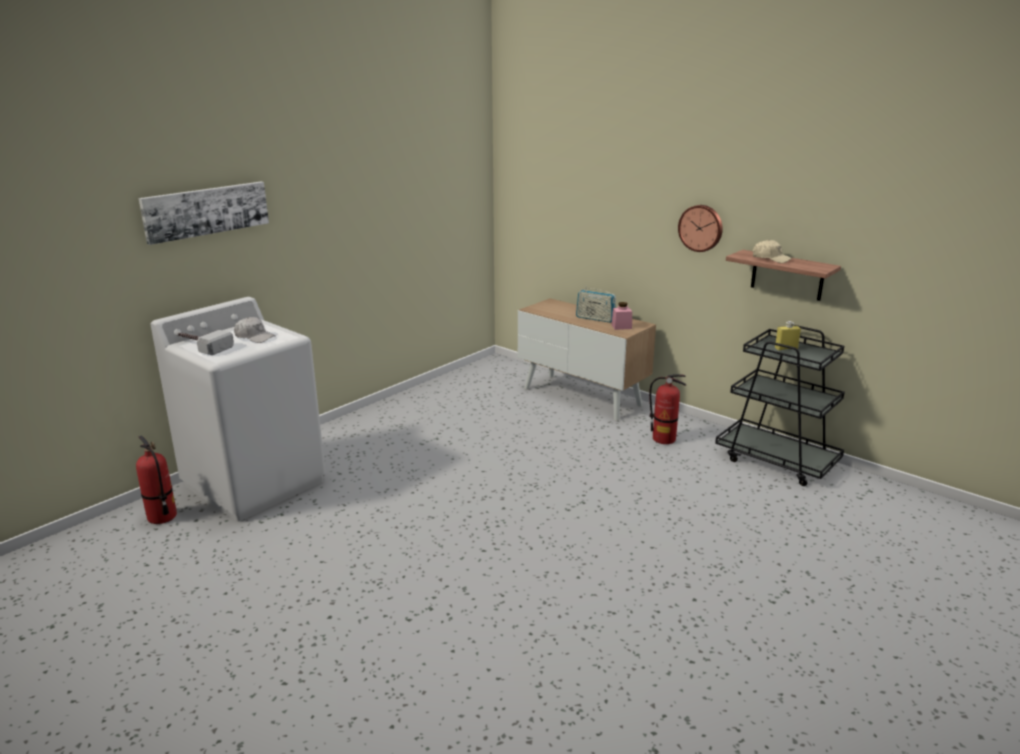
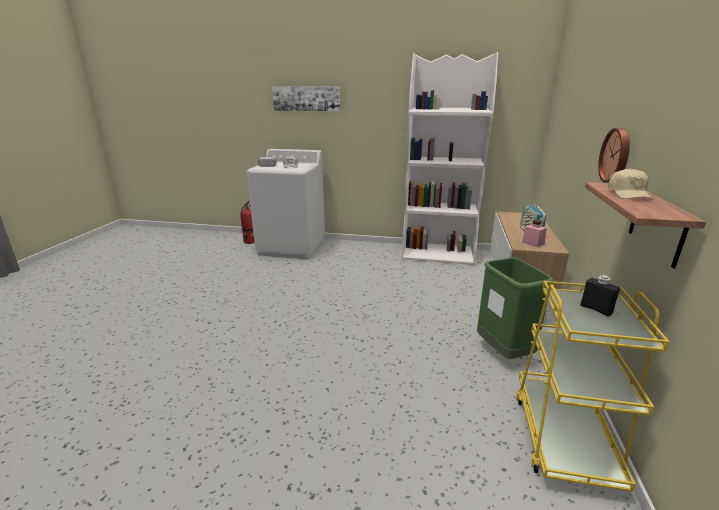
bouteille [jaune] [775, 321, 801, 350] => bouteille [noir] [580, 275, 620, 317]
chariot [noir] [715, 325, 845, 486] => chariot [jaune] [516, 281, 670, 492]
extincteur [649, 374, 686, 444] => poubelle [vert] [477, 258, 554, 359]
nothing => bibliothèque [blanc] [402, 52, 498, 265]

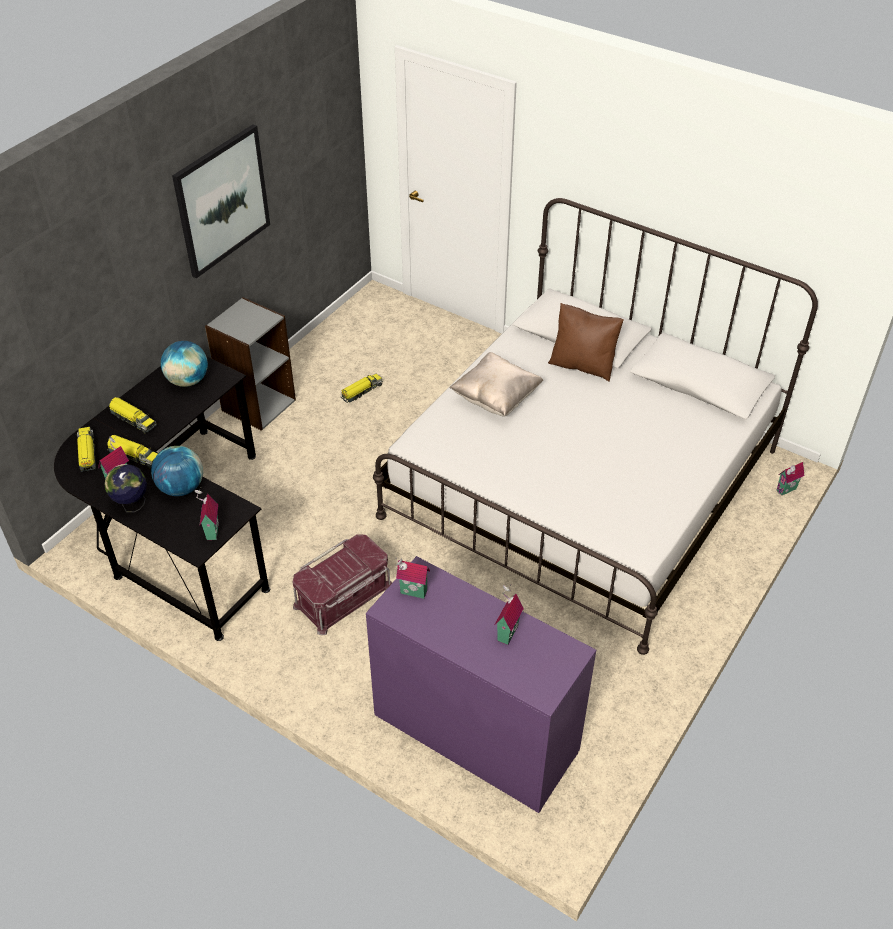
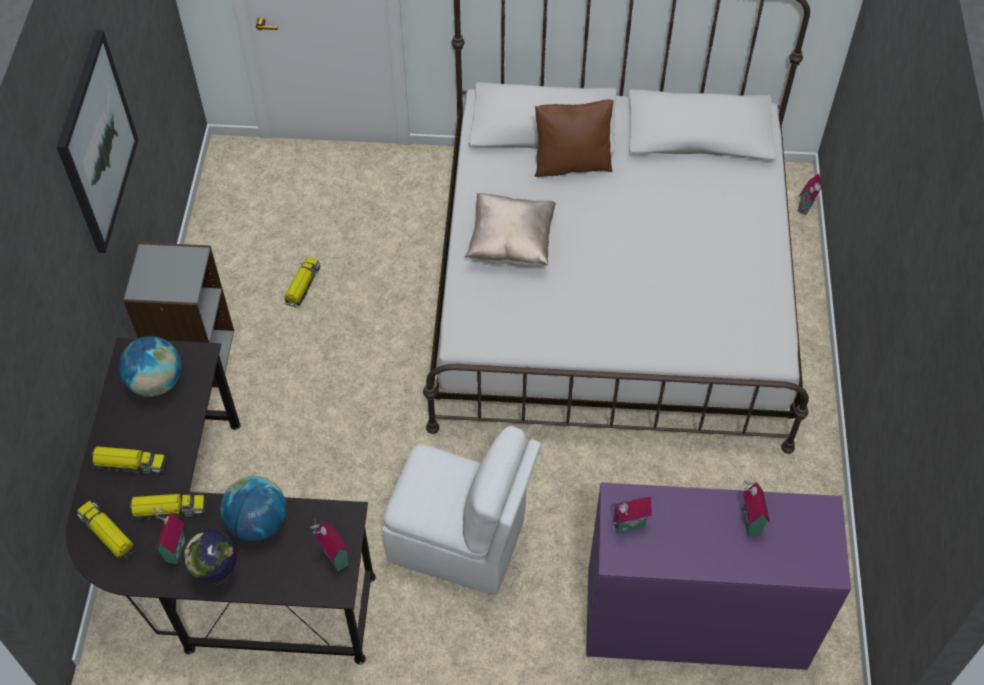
boîte de rangement [rouge] [293, 534, 392, 635] => chaise [blanc] [382, 426, 541, 595]

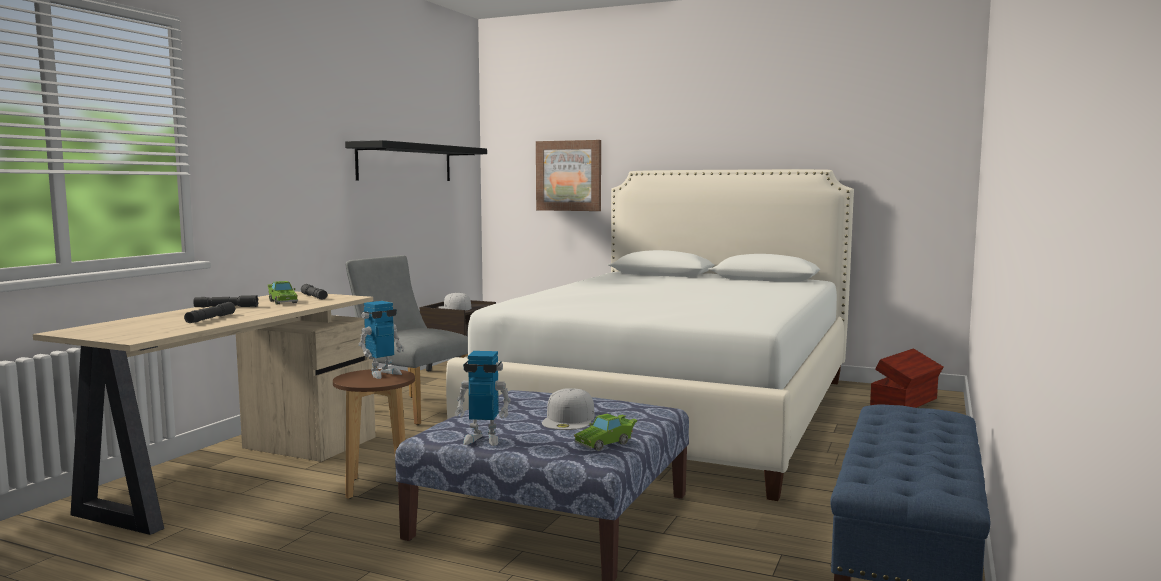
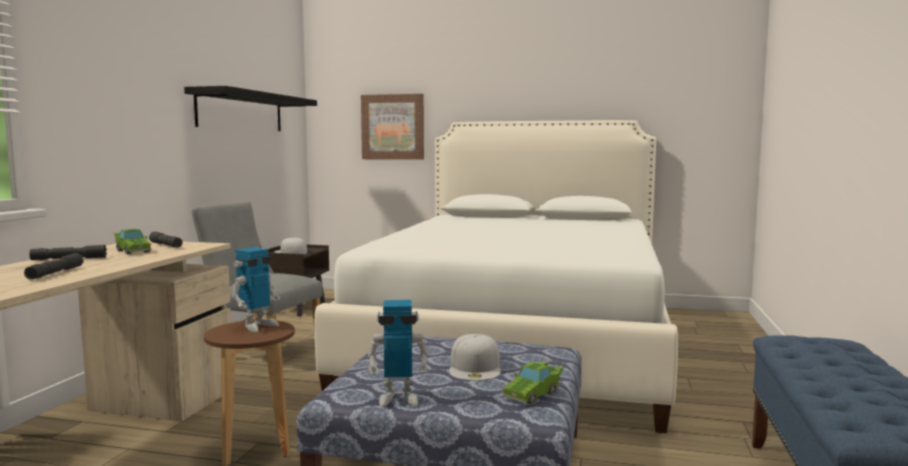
boîte de rangement [marron] [870, 348, 943, 408] => nothing

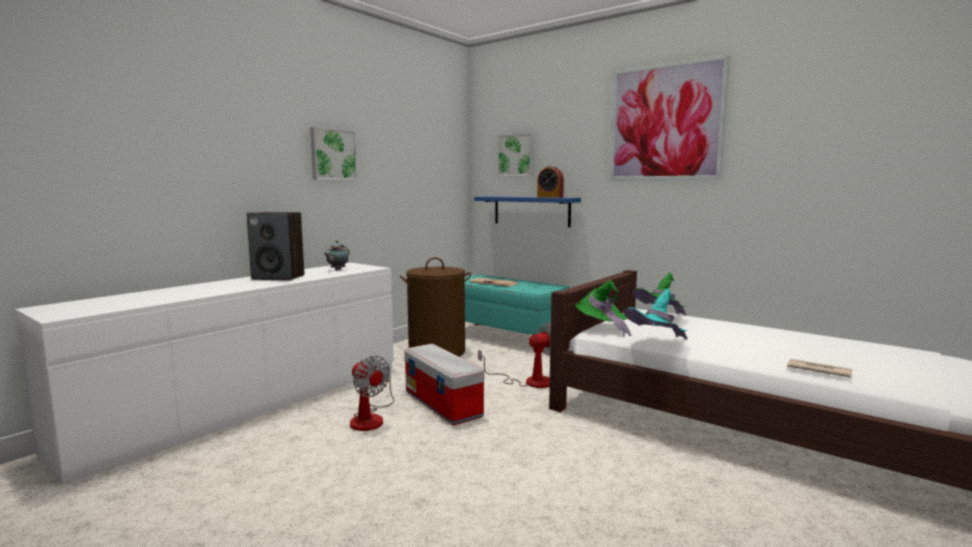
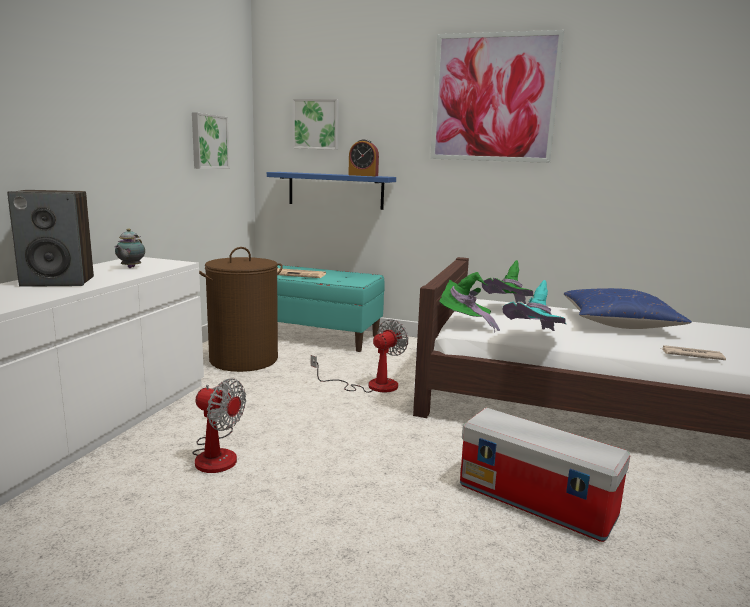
tableau [310, 127, 358, 180] => tableau [192, 112, 229, 169], moved
boîte de rangement [404, 343, 484, 425] => boîte de rangement [460, 408, 630, 542], moved
nothing => coussin [bleu] [564, 288, 692, 329]

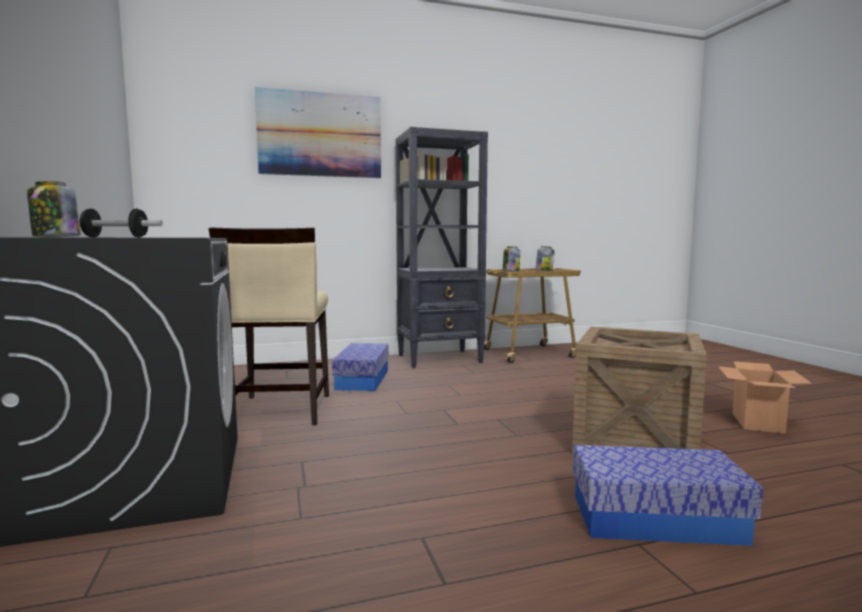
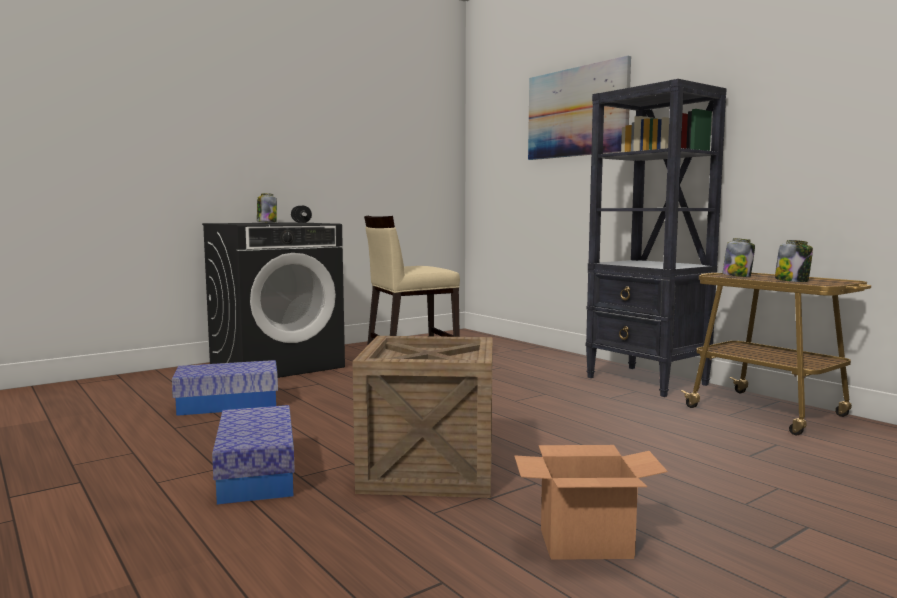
boîte de rangement [332, 343, 389, 391] => boîte de rangement [172, 360, 278, 416], moved

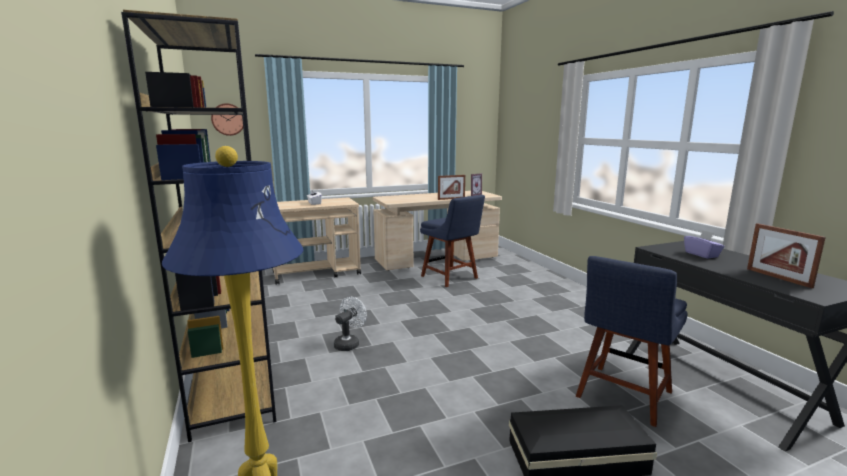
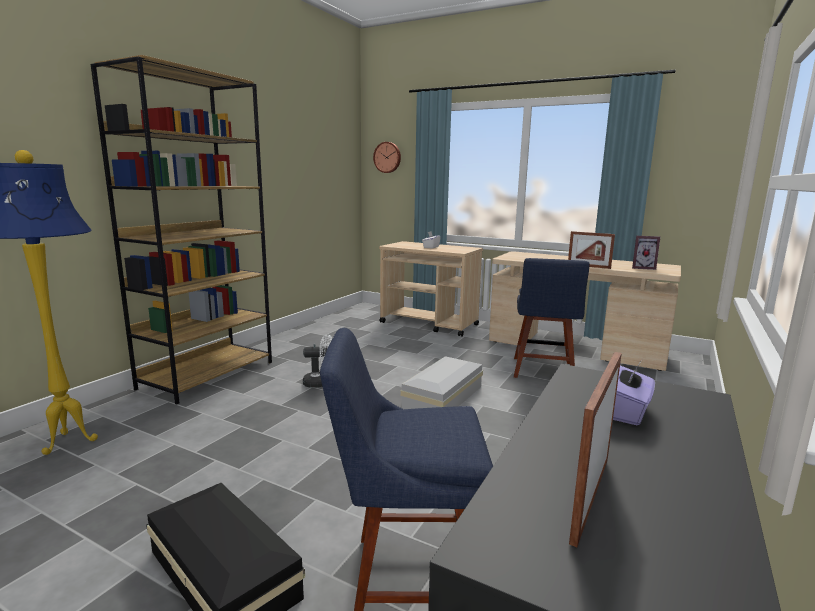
nothing => boîte de rangement [blanc] [400, 356, 483, 409]

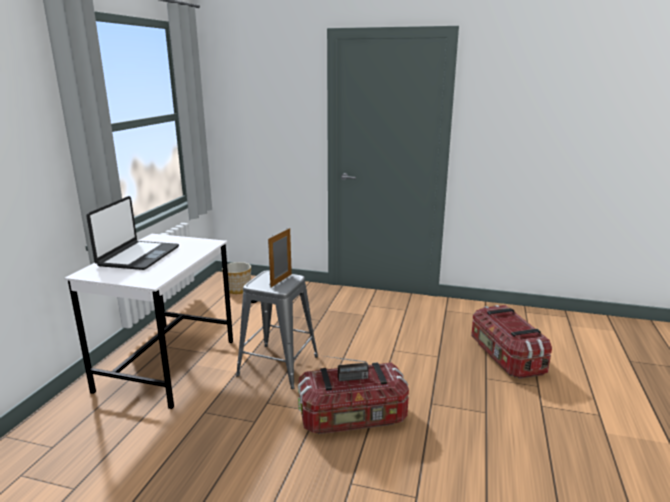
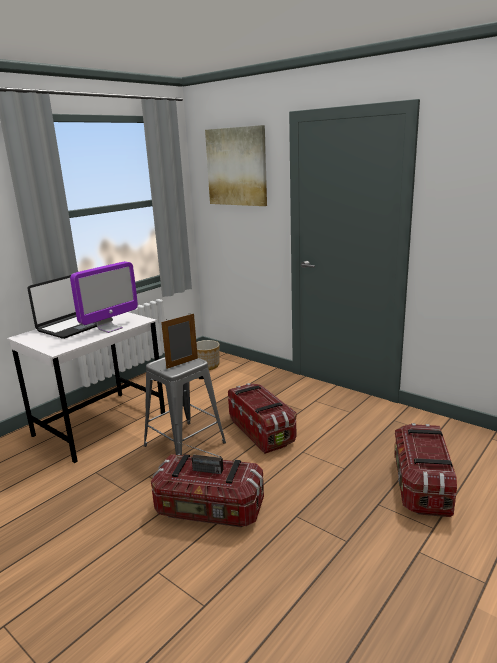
nothing => tableau [205, 125, 267, 206]
nothing => écran d'ordinateur [70, 261, 138, 333]
nothing => boîte de rangement [228, 383, 297, 454]

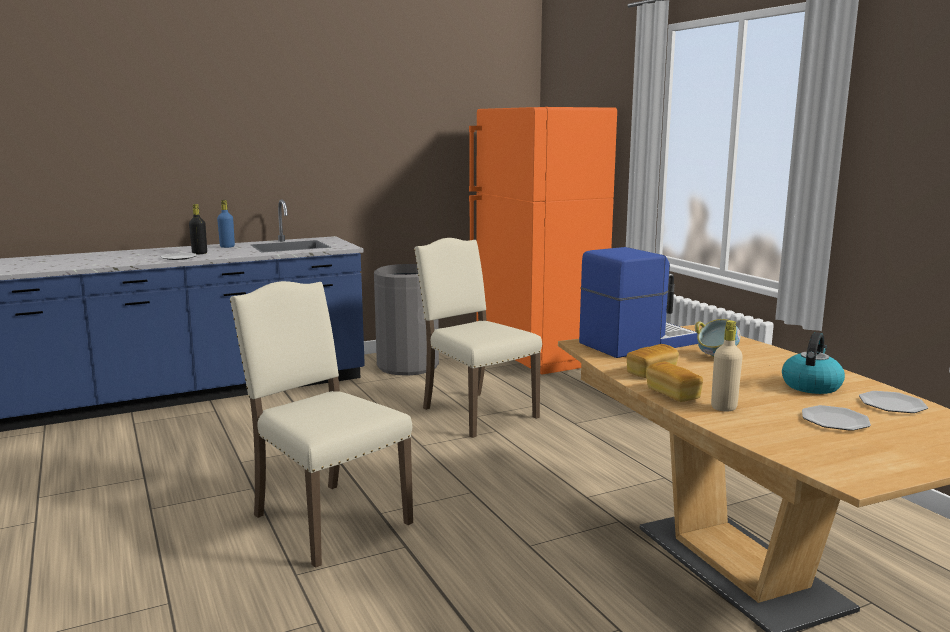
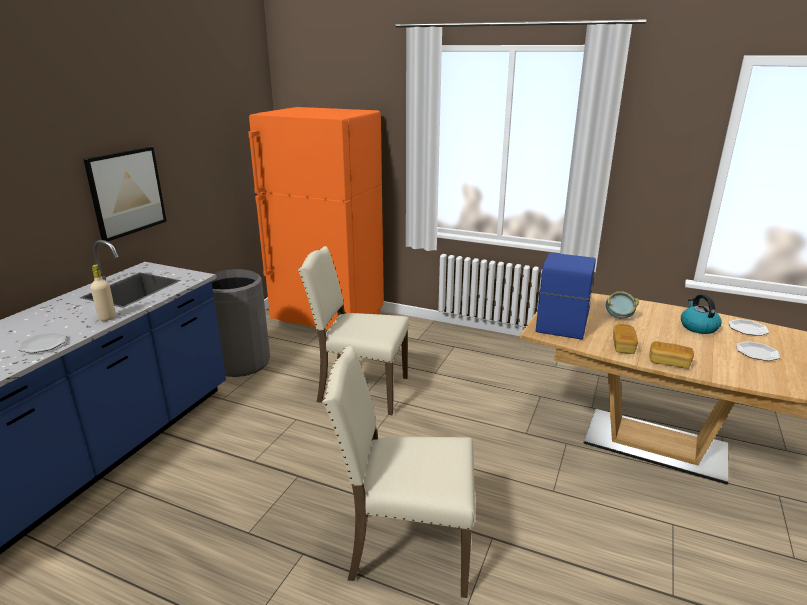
bouteille [bleu] [217, 200, 235, 248] => nothing
bouteille [noir] [189, 204, 207, 254] => nothing
bouteille [beige] [711, 321, 743, 411] => bouteille [beige] [90, 265, 116, 321], moved
nothing => tableau [83, 147, 167, 242]

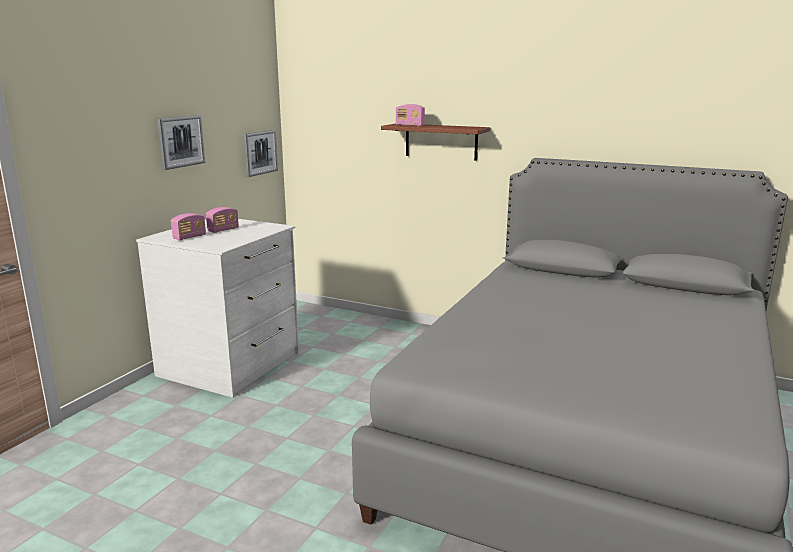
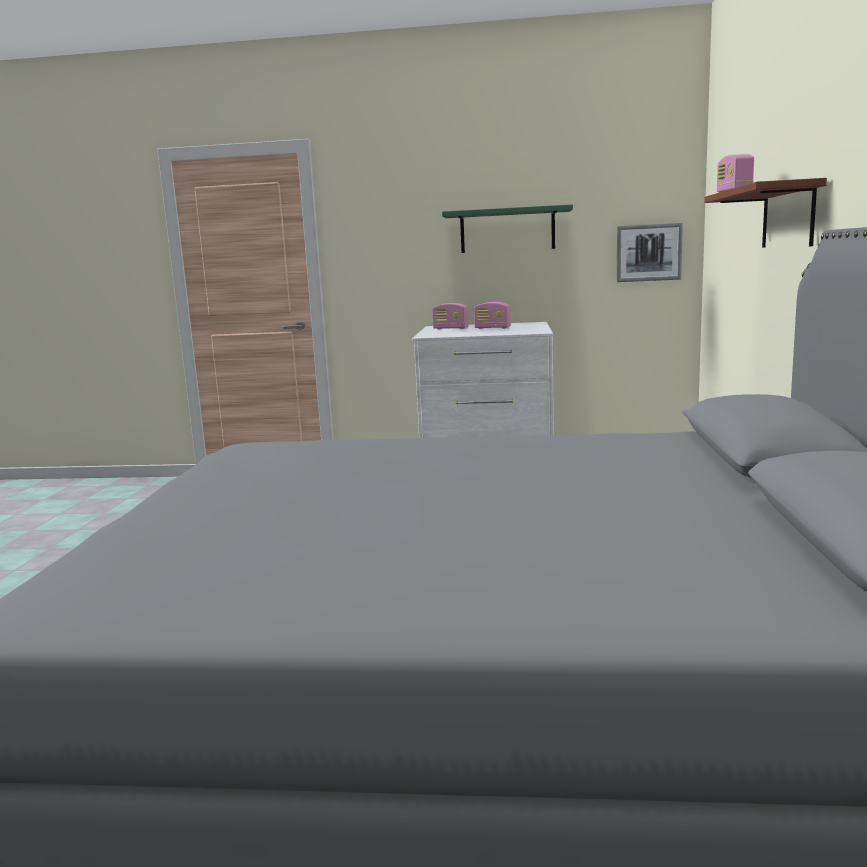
tableau [157, 115, 205, 170] => étagère [vert] [442, 204, 573, 253]

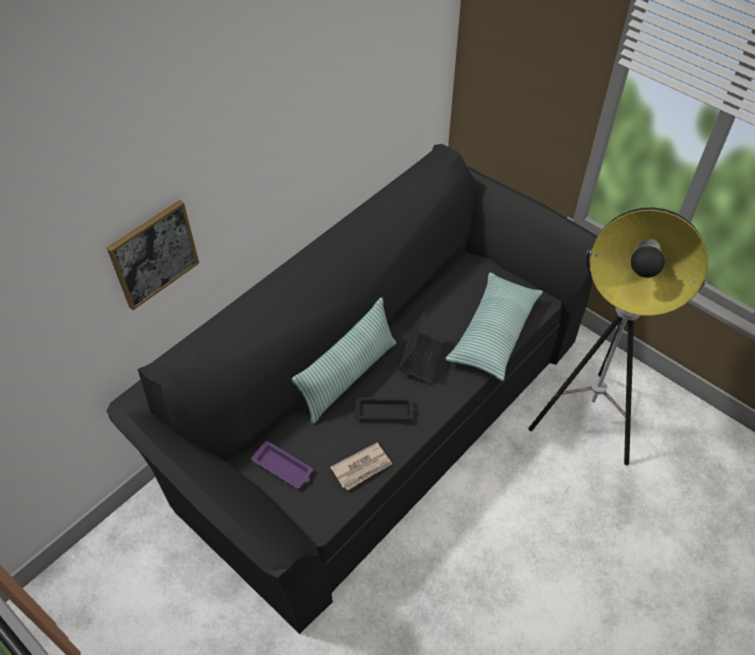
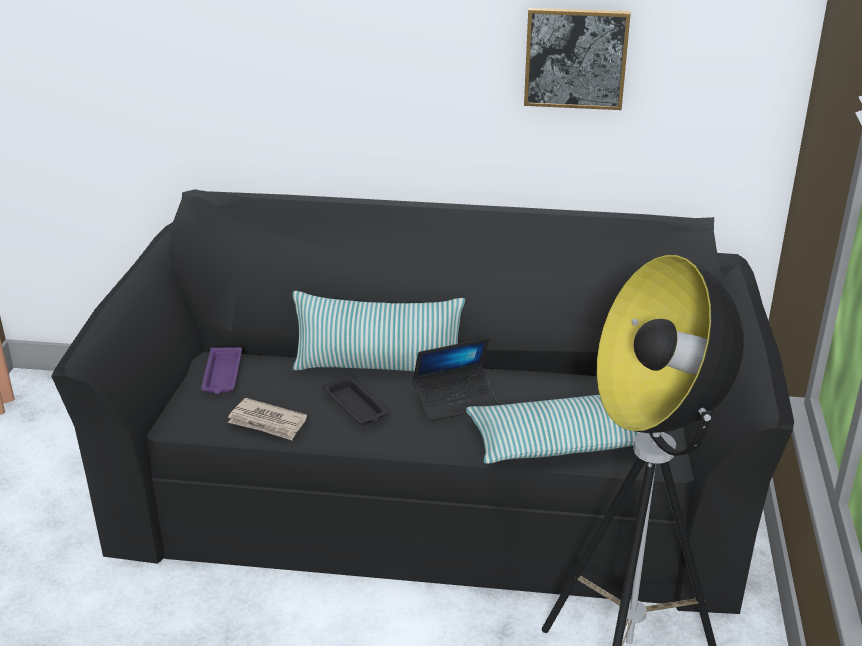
tableau [107, 200, 199, 310] => tableau [524, 8, 631, 110], moved

